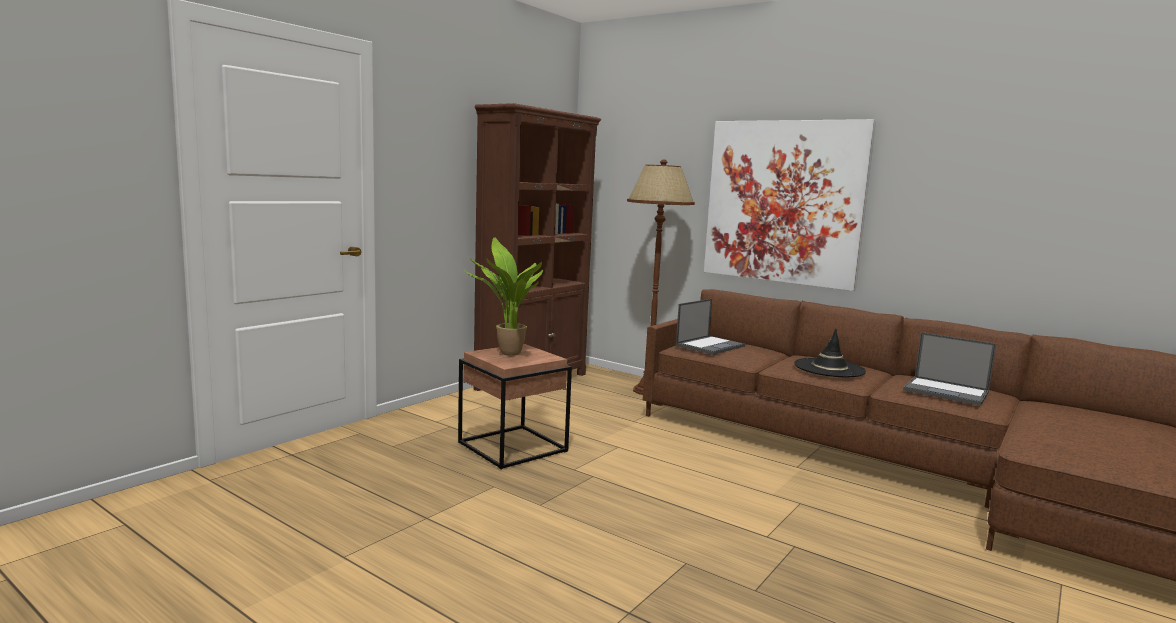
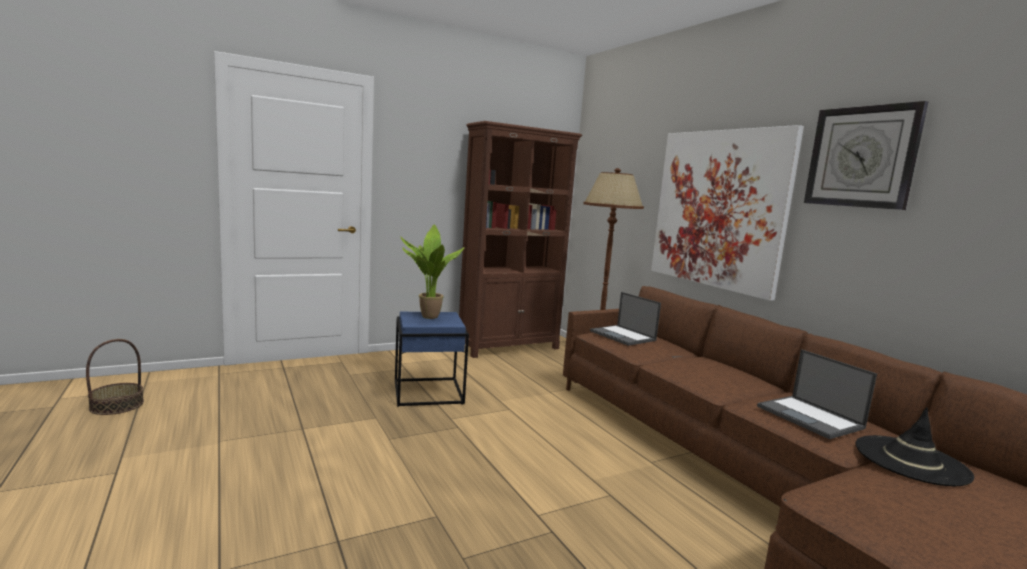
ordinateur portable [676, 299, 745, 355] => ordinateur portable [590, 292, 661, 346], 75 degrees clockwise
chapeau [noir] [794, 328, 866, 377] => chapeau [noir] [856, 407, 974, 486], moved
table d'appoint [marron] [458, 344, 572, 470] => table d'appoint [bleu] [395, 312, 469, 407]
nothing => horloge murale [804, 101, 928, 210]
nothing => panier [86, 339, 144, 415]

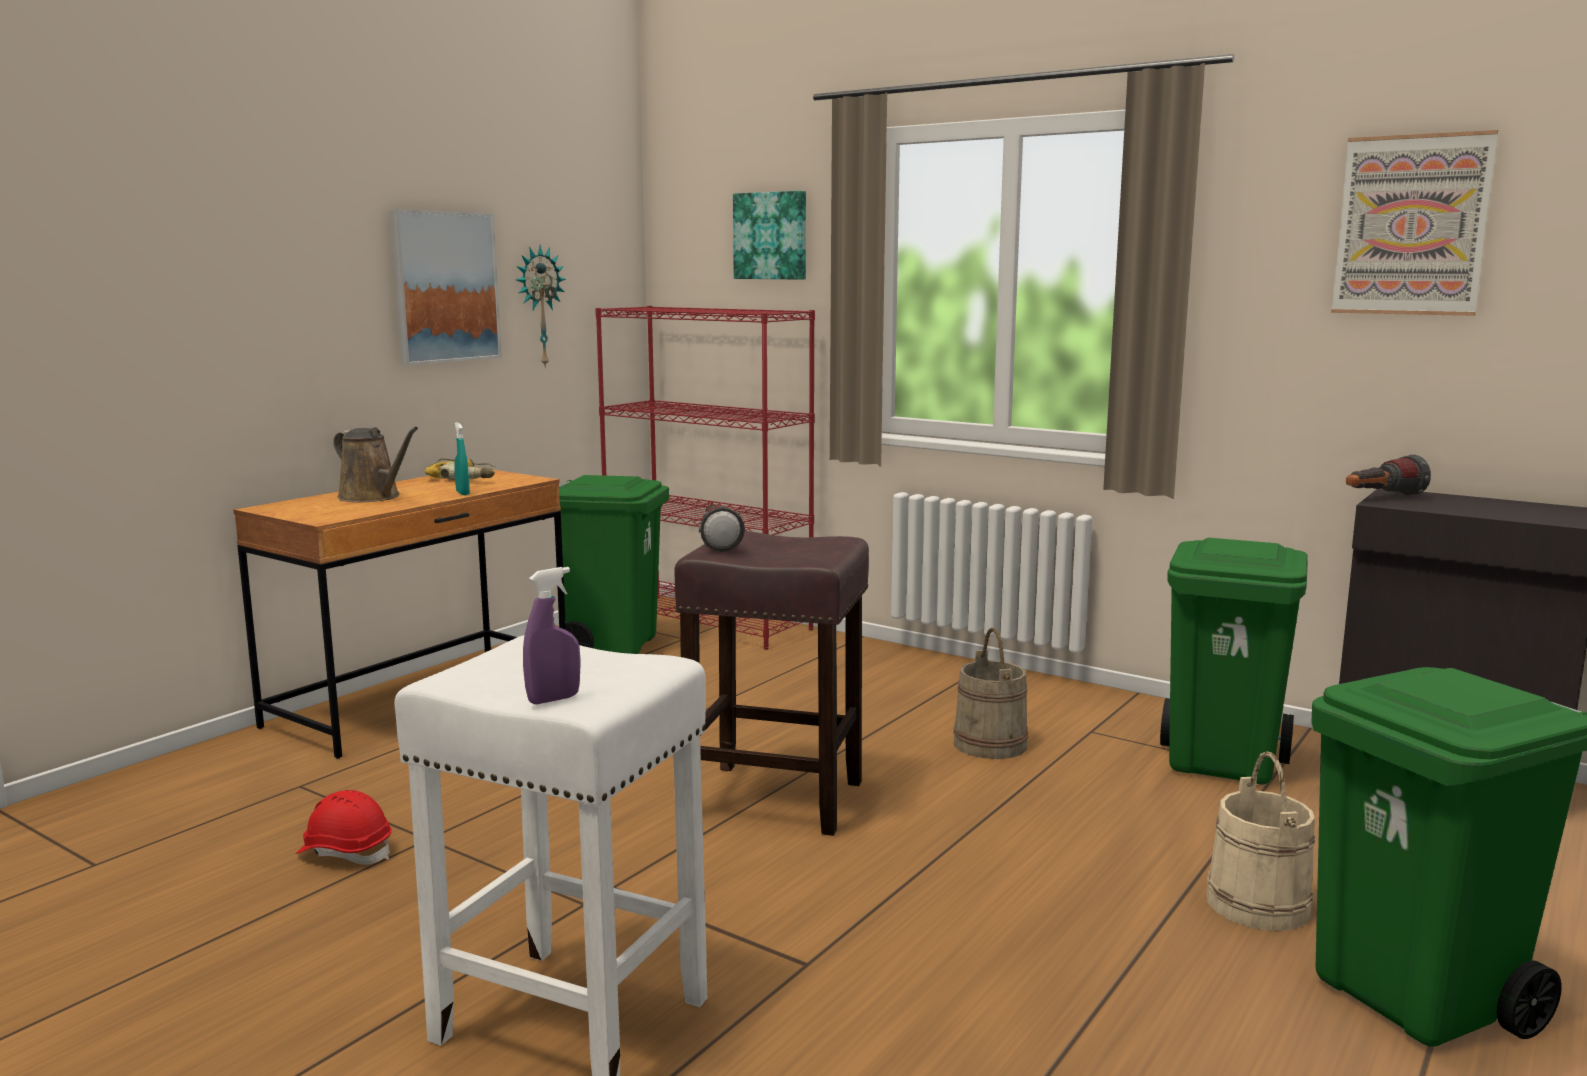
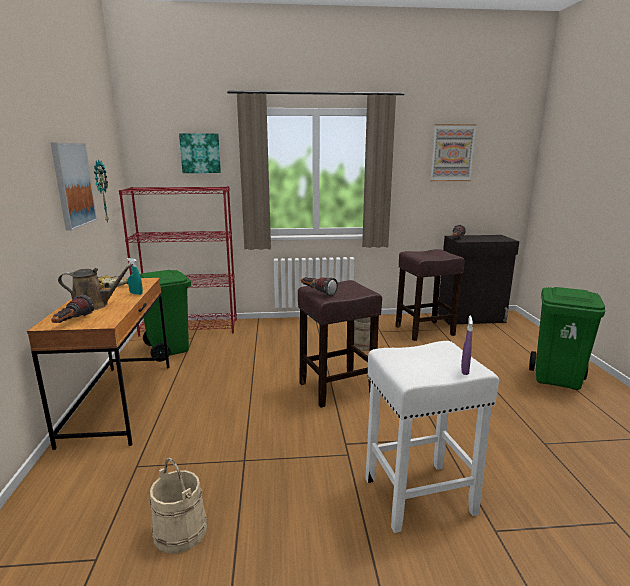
poubelle [vert] [1160, 538, 1308, 784] => tabouret [marron] [395, 249, 465, 341]
seau [beige] [1207, 752, 1315, 931] => seau [beige] [150, 458, 207, 553], moved
casque de chantier [rouge] [295, 790, 392, 865] => nothing
nothing => lampe de poche [51, 294, 94, 323]

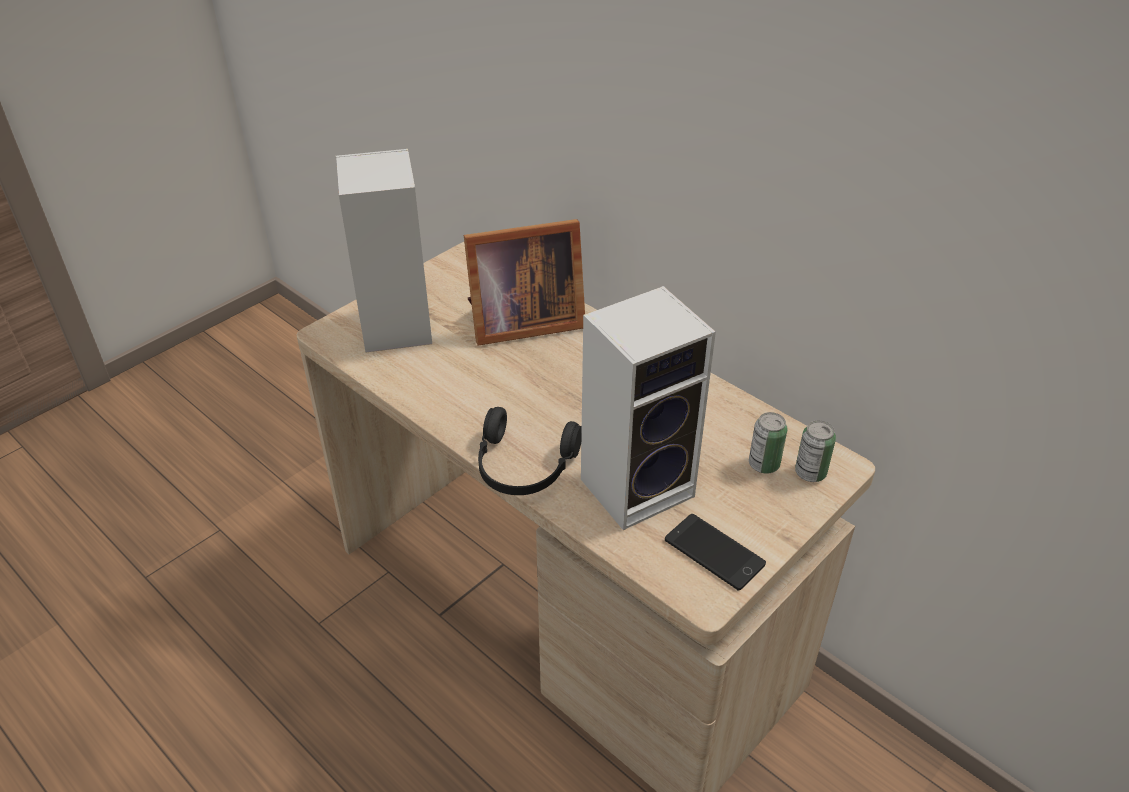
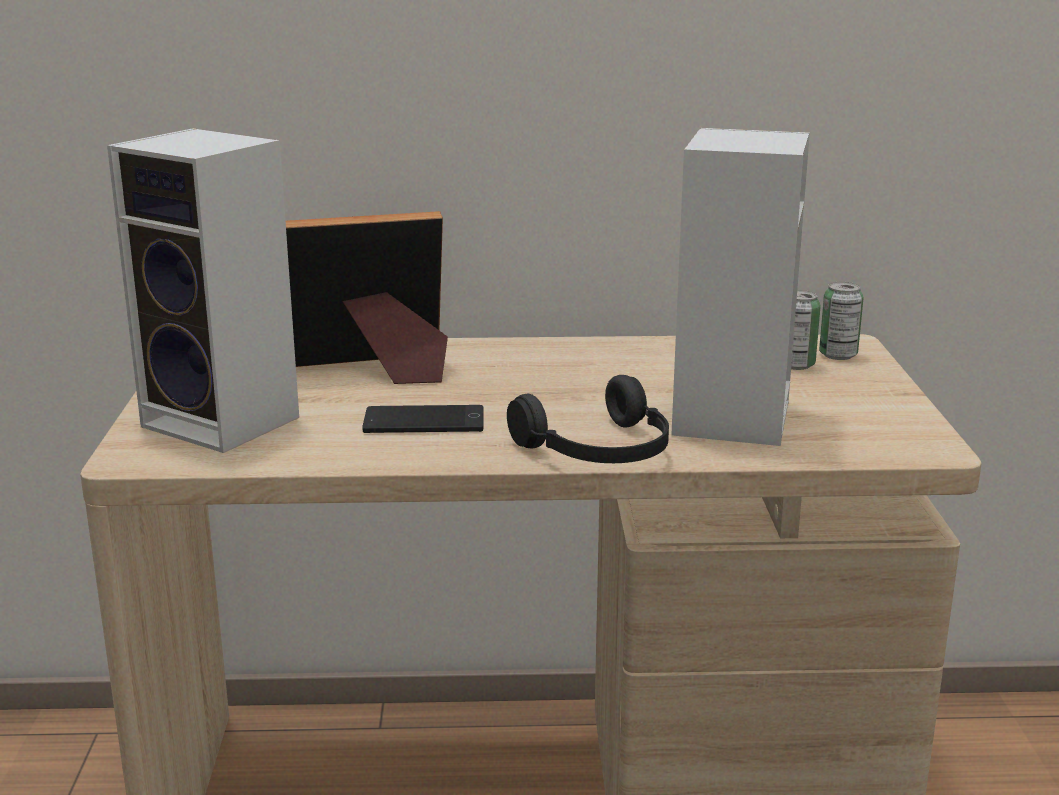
cadre photo [464, 219, 585, 346] => cadre photo [286, 211, 448, 384], 135 degrees counterclockwise
téléphone [665, 514, 766, 591] => téléphone [362, 405, 484, 433], moved

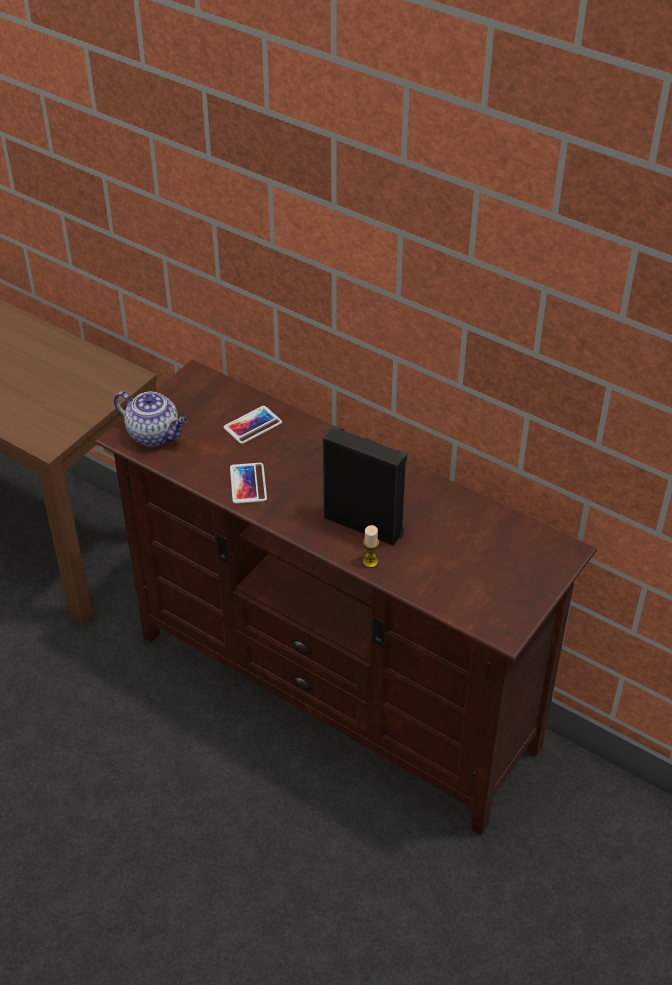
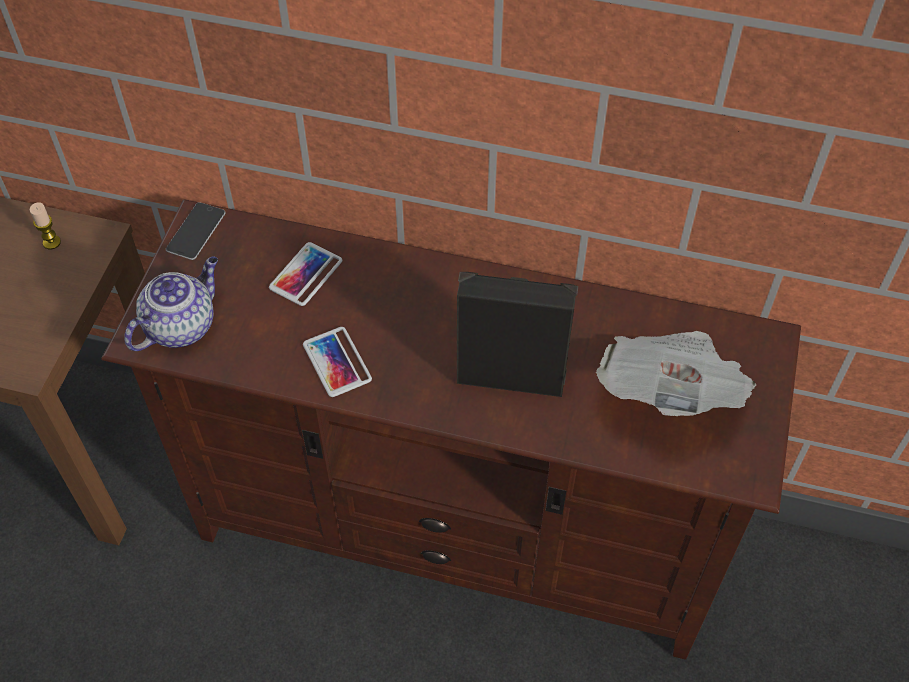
théière [114, 391, 188, 447] => théière [124, 257, 218, 351], 60 degrees counterclockwise
bougie [363, 525, 379, 568] => bougie [30, 202, 61, 250], moved
nothing => téléphone [166, 202, 226, 260]
nothing => journal [596, 331, 757, 416]

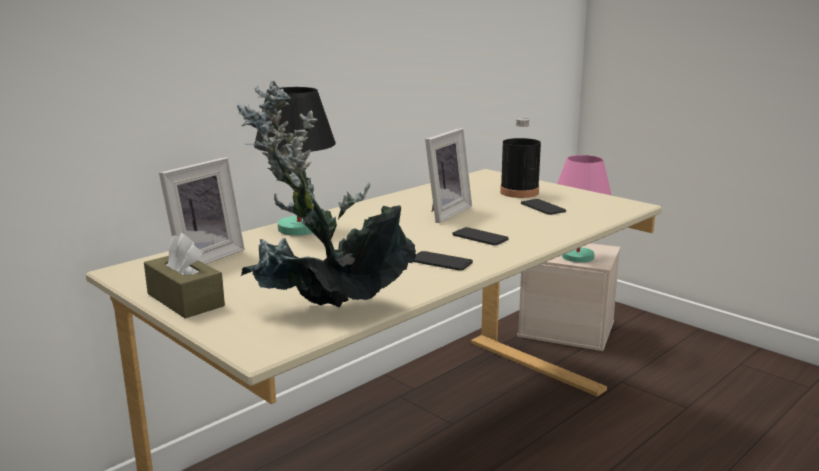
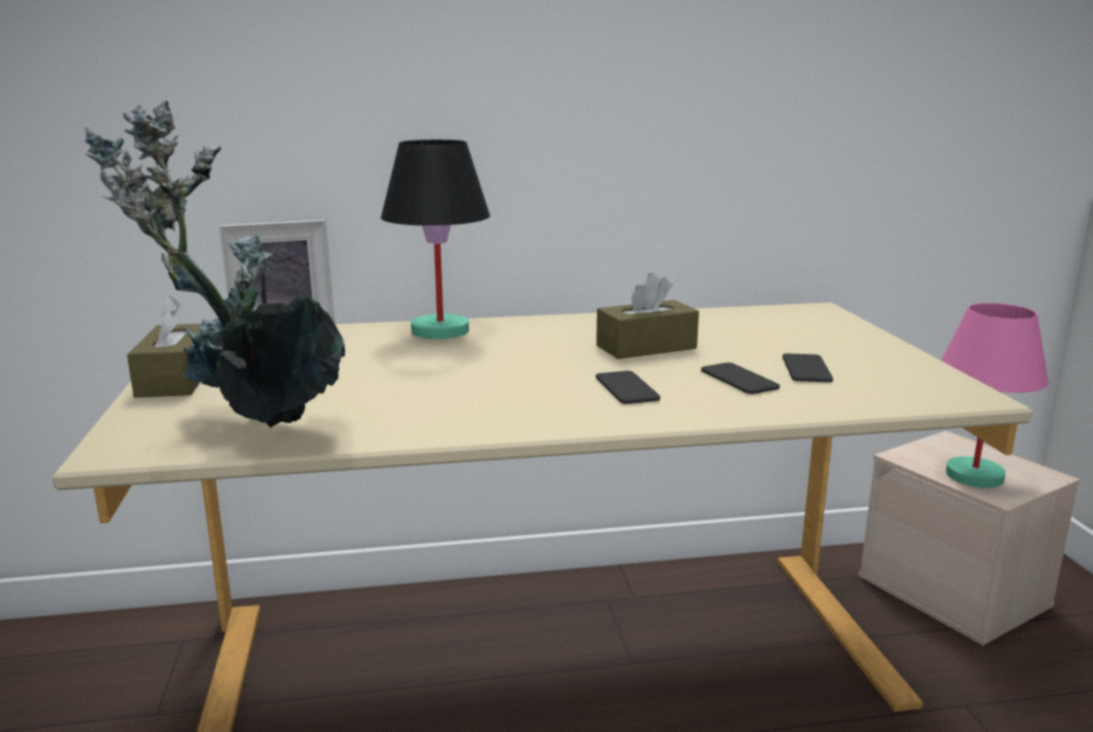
bouteille [noir] [500, 118, 541, 198] => nothing
cadre photo [425, 128, 472, 223] => boîte à mouchoirs [marron] [596, 272, 699, 359]
téléphone [413, 251, 473, 271] => téléphone [701, 363, 780, 394], moved

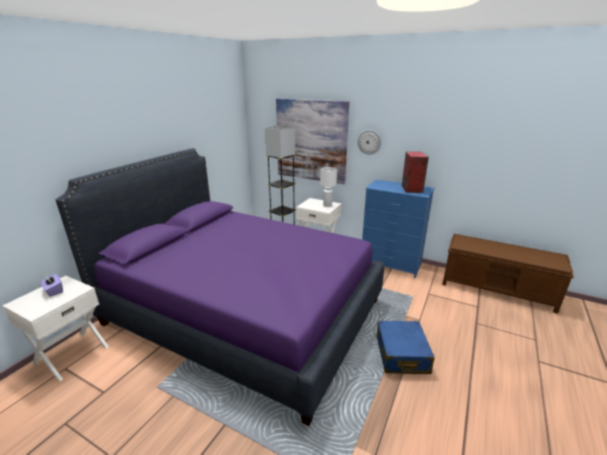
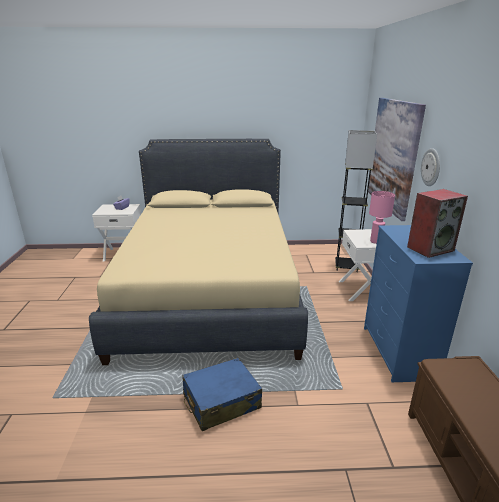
lit [violet] [56, 148, 384, 426] => lit [beige] [89, 139, 308, 365]
lampe de table [blanc] [320, 167, 337, 207] => lampe de table [rose] [369, 191, 395, 244]

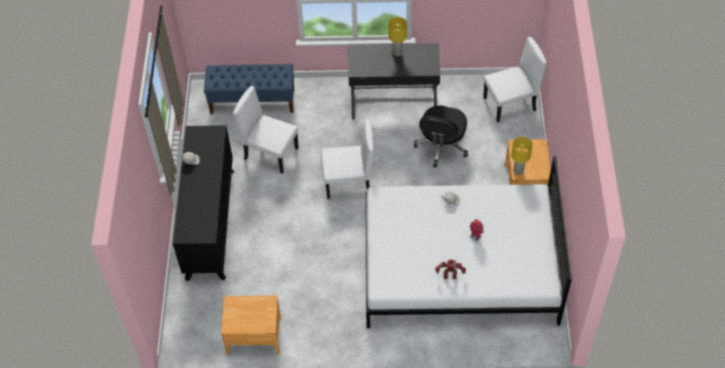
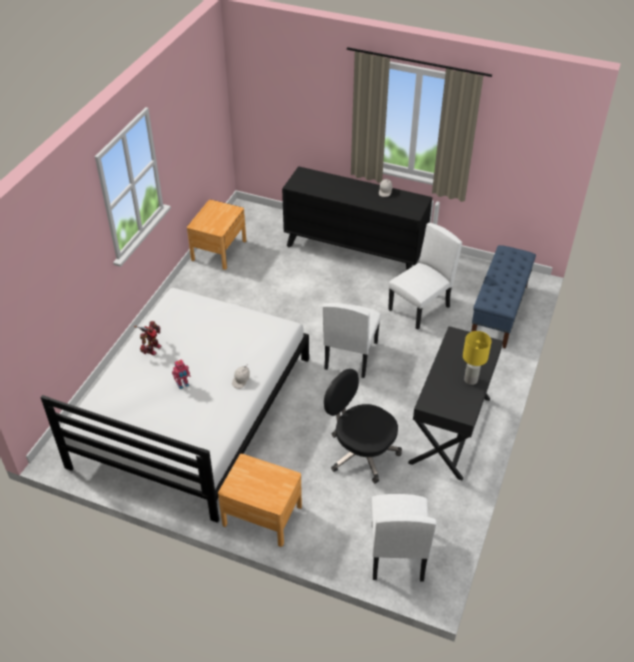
lampe de table [jaune] [511, 137, 533, 175] => nothing

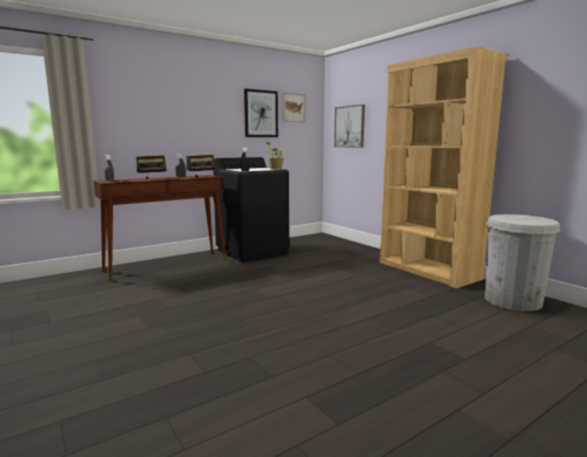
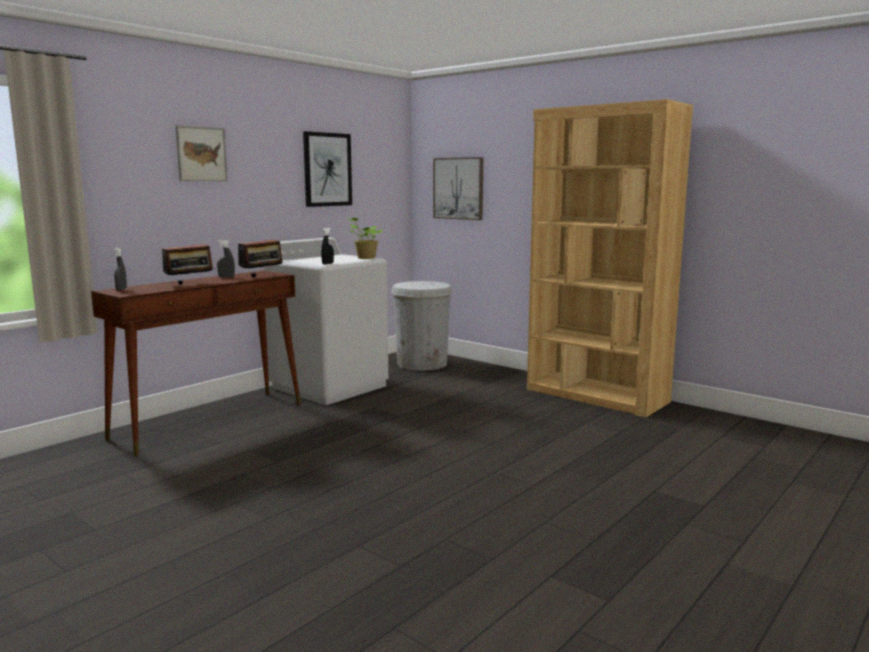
tableau [282, 93, 305, 122] => tableau [176, 125, 228, 181], moved
lave-linge [noir] [213, 157, 289, 262] => lave-linge [blanc] [264, 237, 388, 405]
poubelle [blanc] [485, 214, 560, 311] => poubelle [blanc] [391, 281, 453, 371], moved

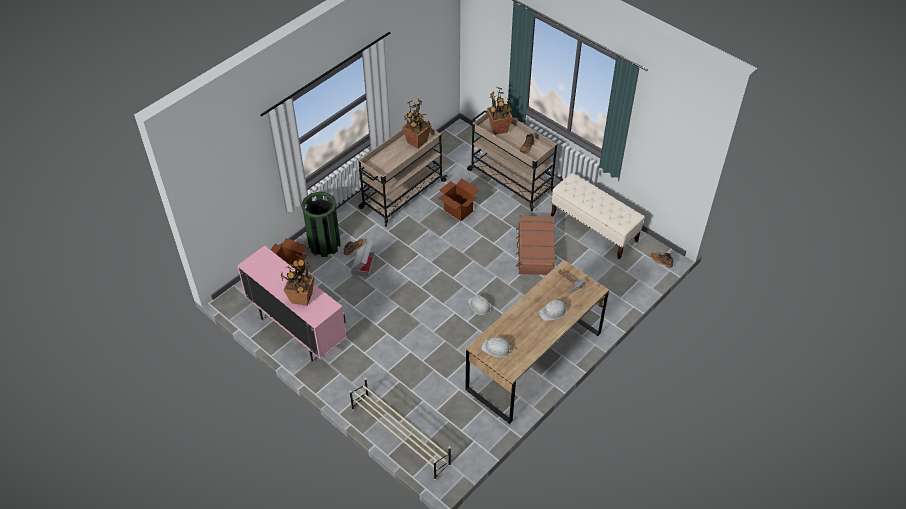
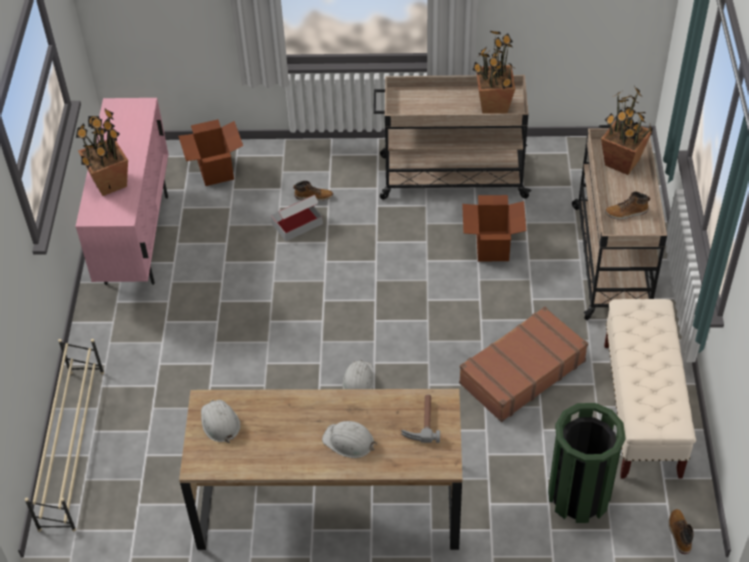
poubelle [vert] [301, 192, 340, 257] => poubelle [vert] [548, 403, 626, 523], moved

